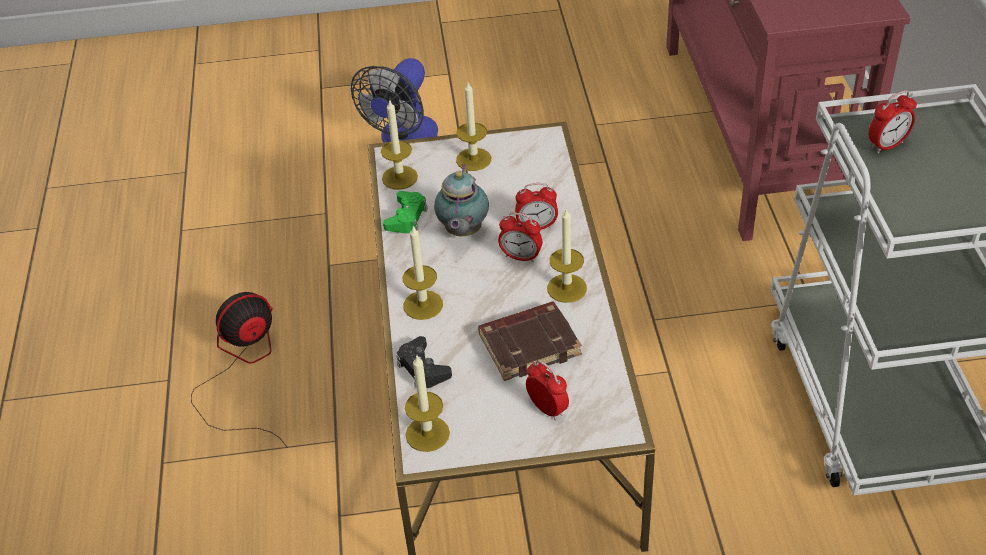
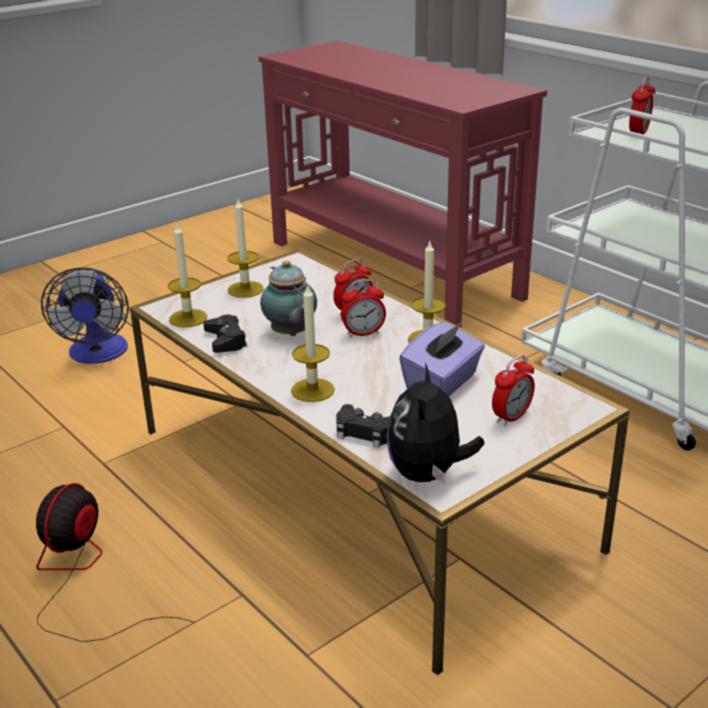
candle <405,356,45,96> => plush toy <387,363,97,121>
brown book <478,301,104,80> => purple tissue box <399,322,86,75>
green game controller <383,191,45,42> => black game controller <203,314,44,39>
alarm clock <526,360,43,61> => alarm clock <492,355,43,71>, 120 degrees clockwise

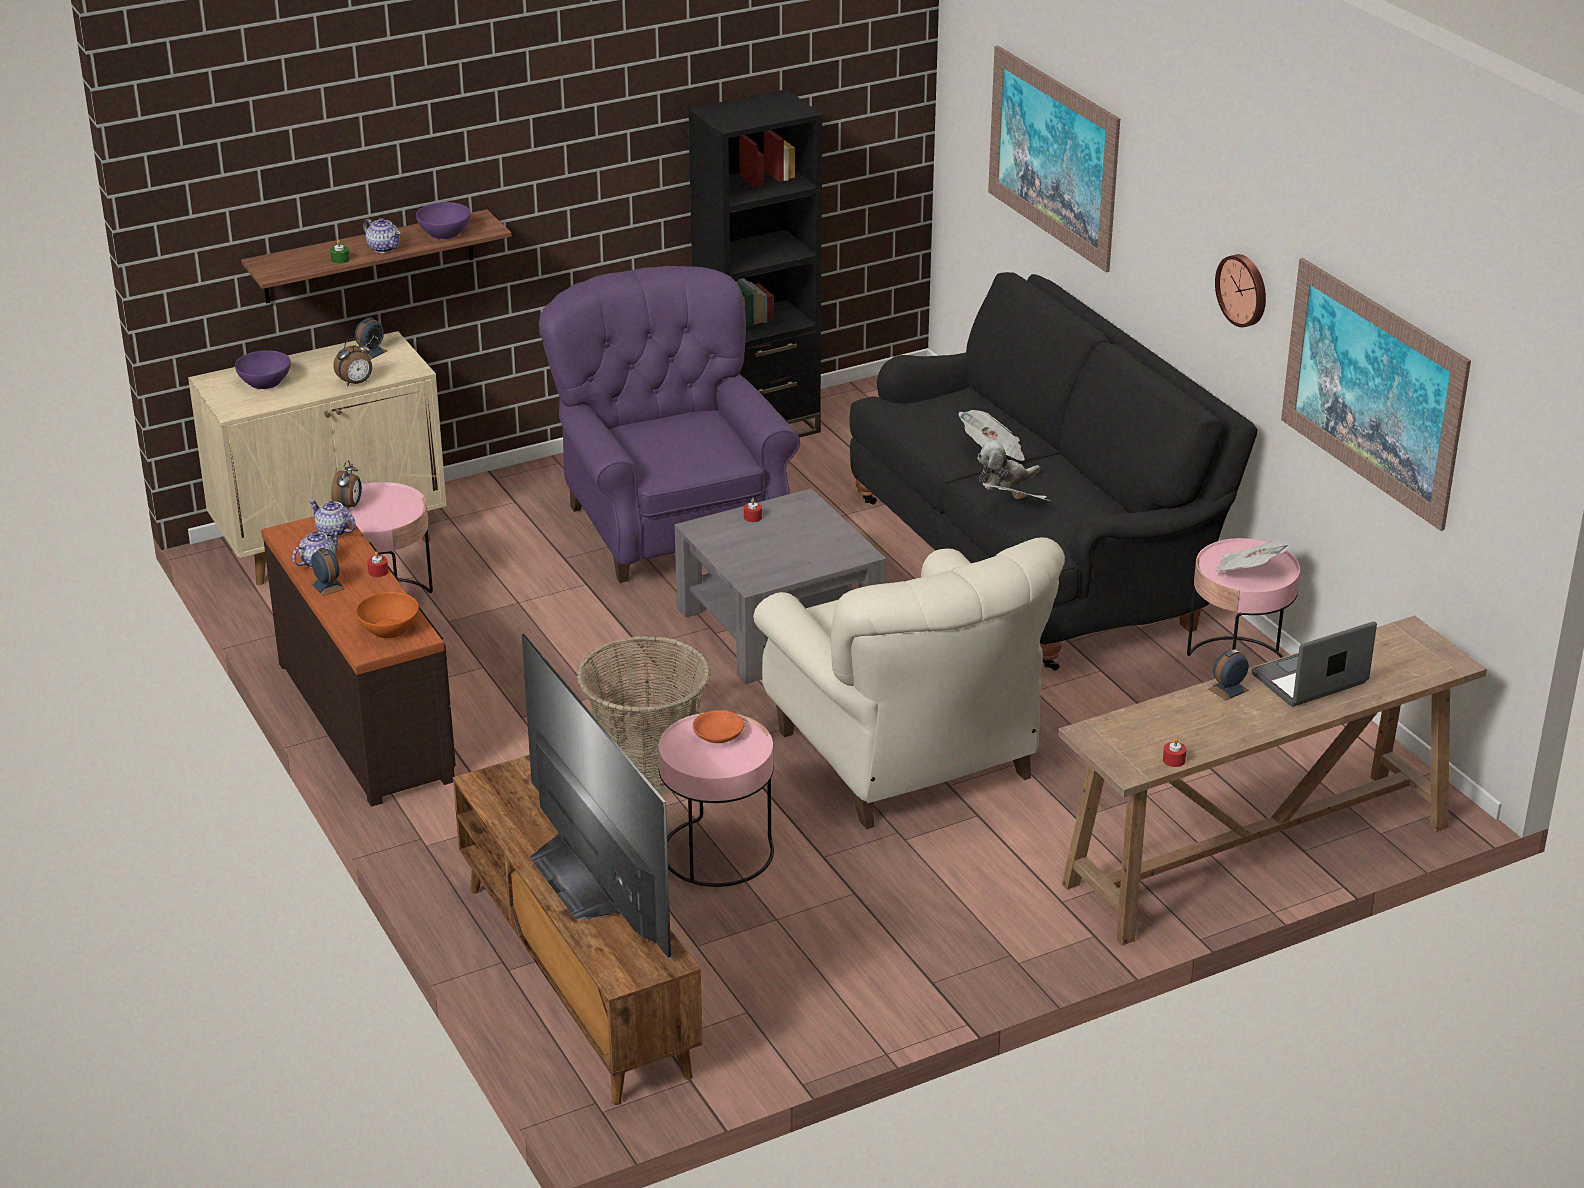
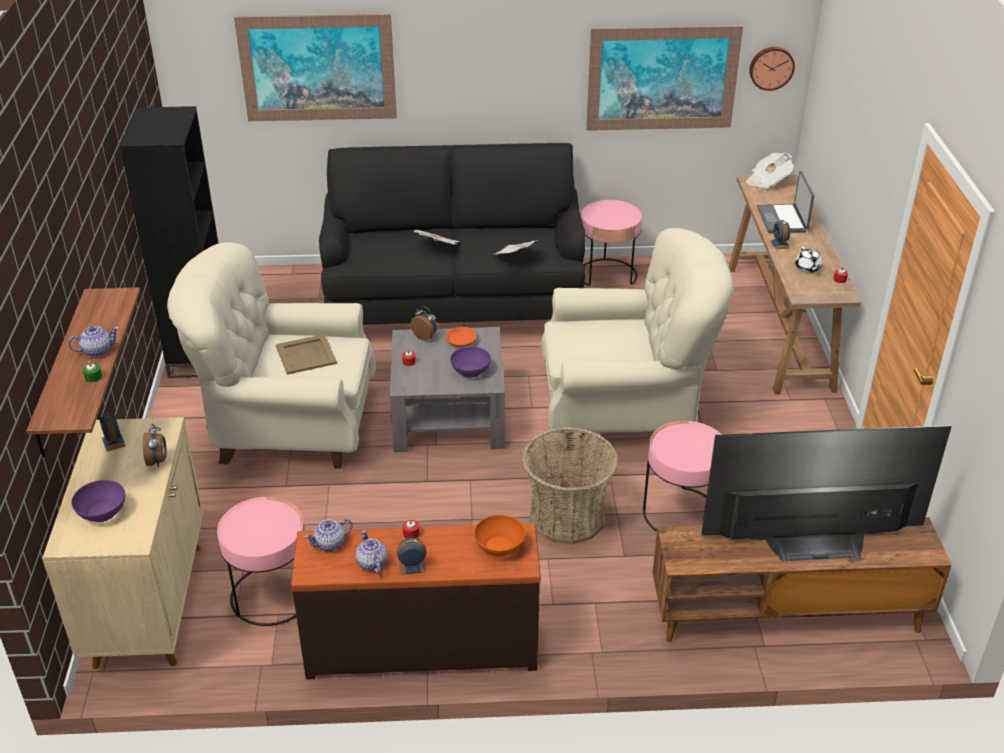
plush toy <977,441,63,49> => nothing
nothing => beige tray <276,334,61,41>
nothing => white teapot <795,246,28,27>
alarm clock <331,460,31,49> => alarm clock <410,306,27,35>, moved
purple bowl <416,202,54,37> => purple bowl <450,346,41,32>, moved
orange bowl <693,710,52,33> => orange bowl <446,327,31,20>, moved
wall clock <1215,254,51,73> => wall clock <749,47,46,44>, moved
newspaper <1215,539,74,33> => newspaper <746,153,48,36>, moved
purple armchair <539,266,261,317> => beige armchair <167,242,209,227>

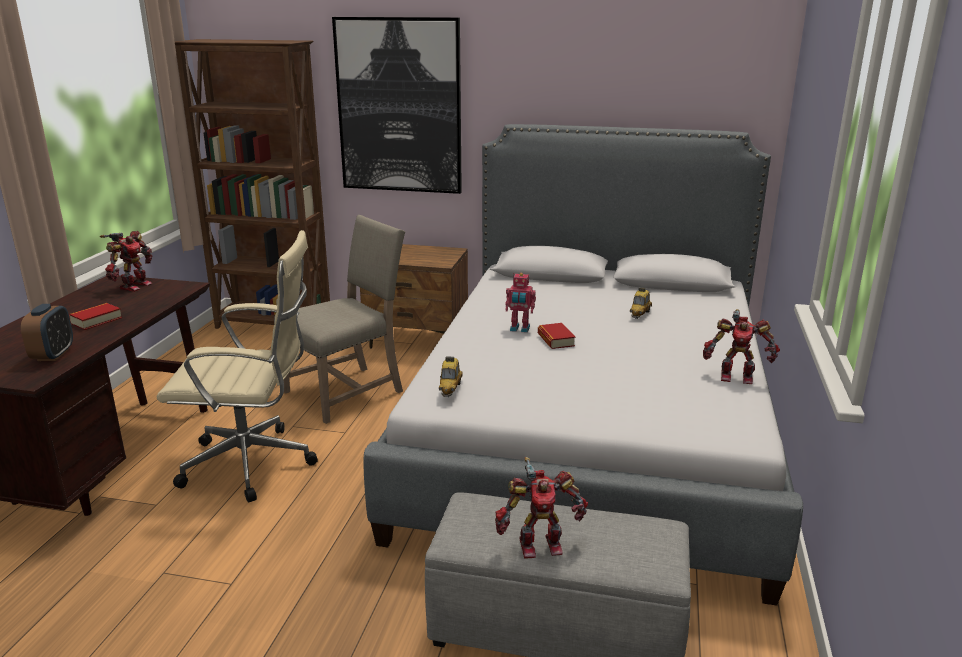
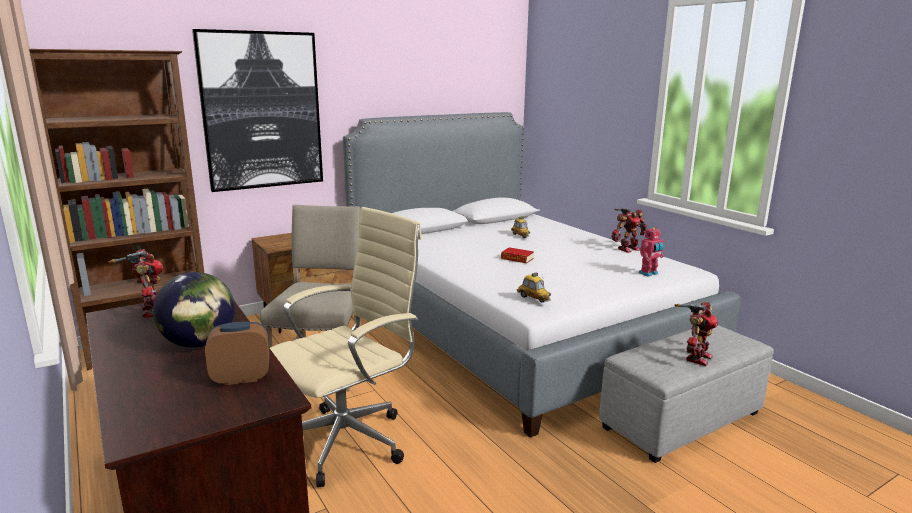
toy robot <505,273,31,60> => toy robot <639,227,25,50>, moved
book <69,303,53,27> => globe <153,272,82,76>
alarm clock <21,304,52,57> => alarm clock <205,322,64,63>, 60 degrees counterclockwise

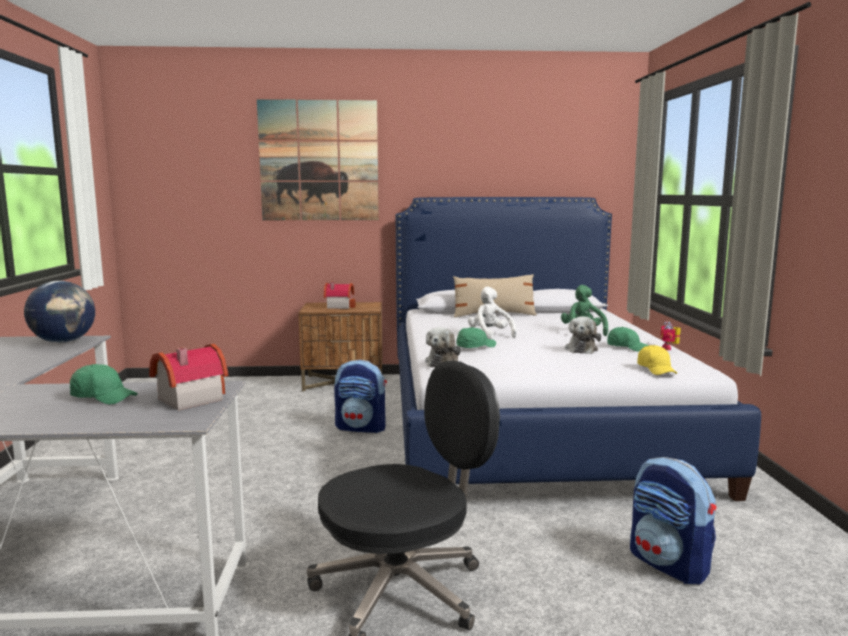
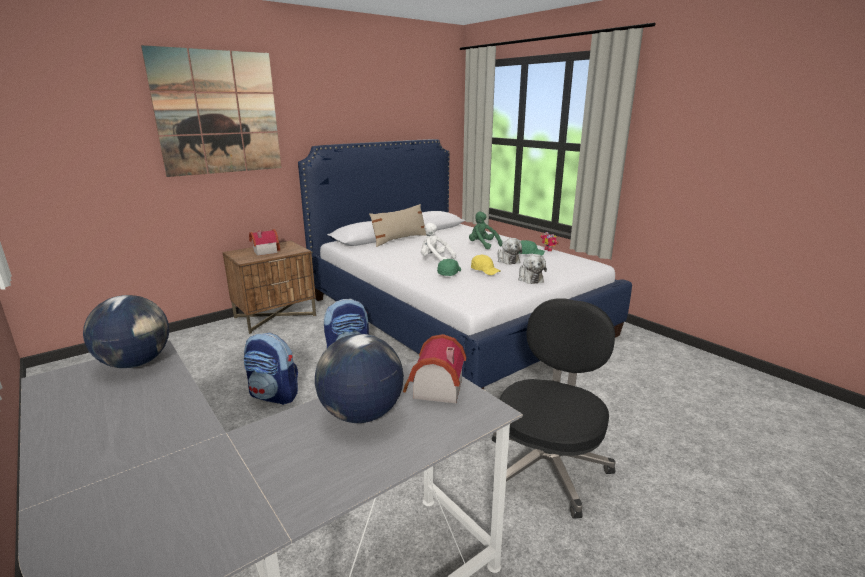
plush toy <425,327,36,40> => plush toy <518,254,29,30>, moved
backpack <630,457,86,127> => backpack <244,333,54,72>, moved
yellow cap <637,345,40,30> => yellow cap <471,255,29,20>, moved
green cap <70,364,68,40> => globe <315,334,89,89>

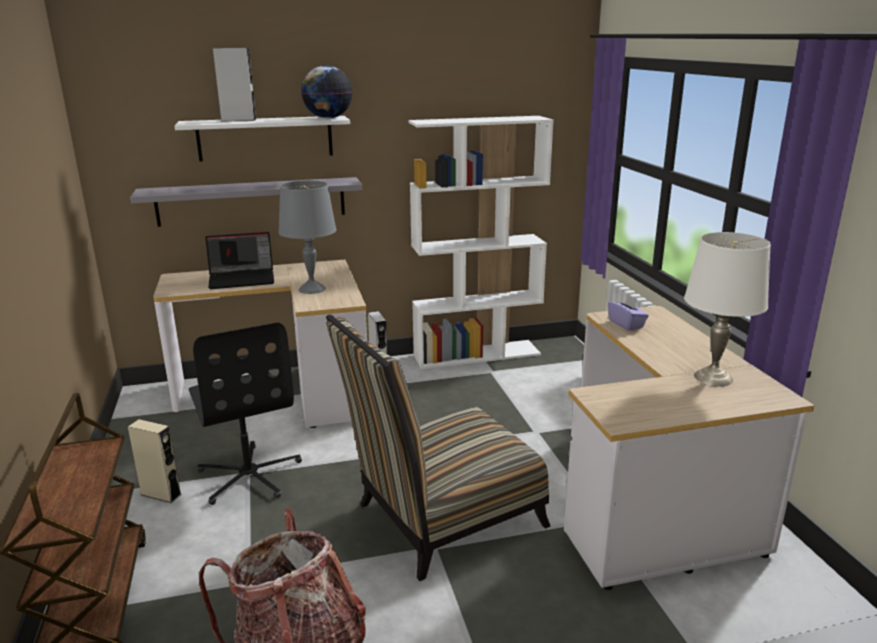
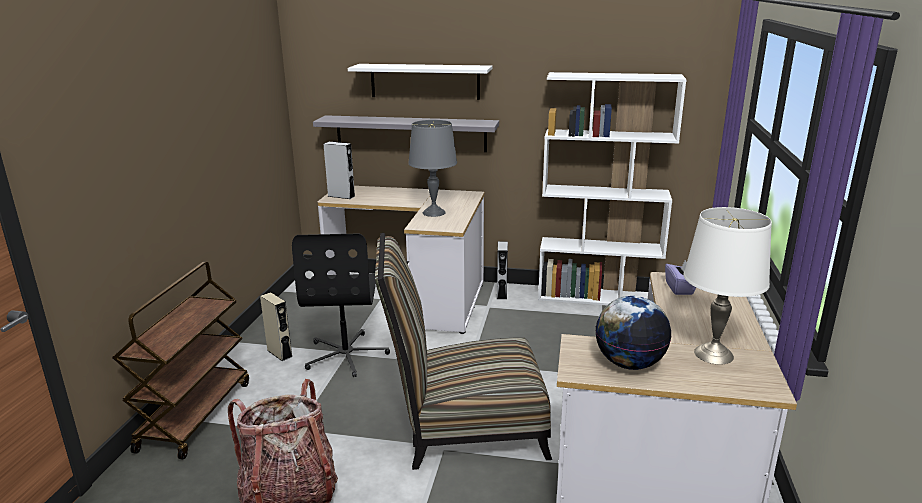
laptop <205,232,69,57> => nothing
grey speaker <213,48,43,73> => grey speaker <324,142,31,57>, moved
globe <301,65,52,53> => globe <595,296,77,74>, moved

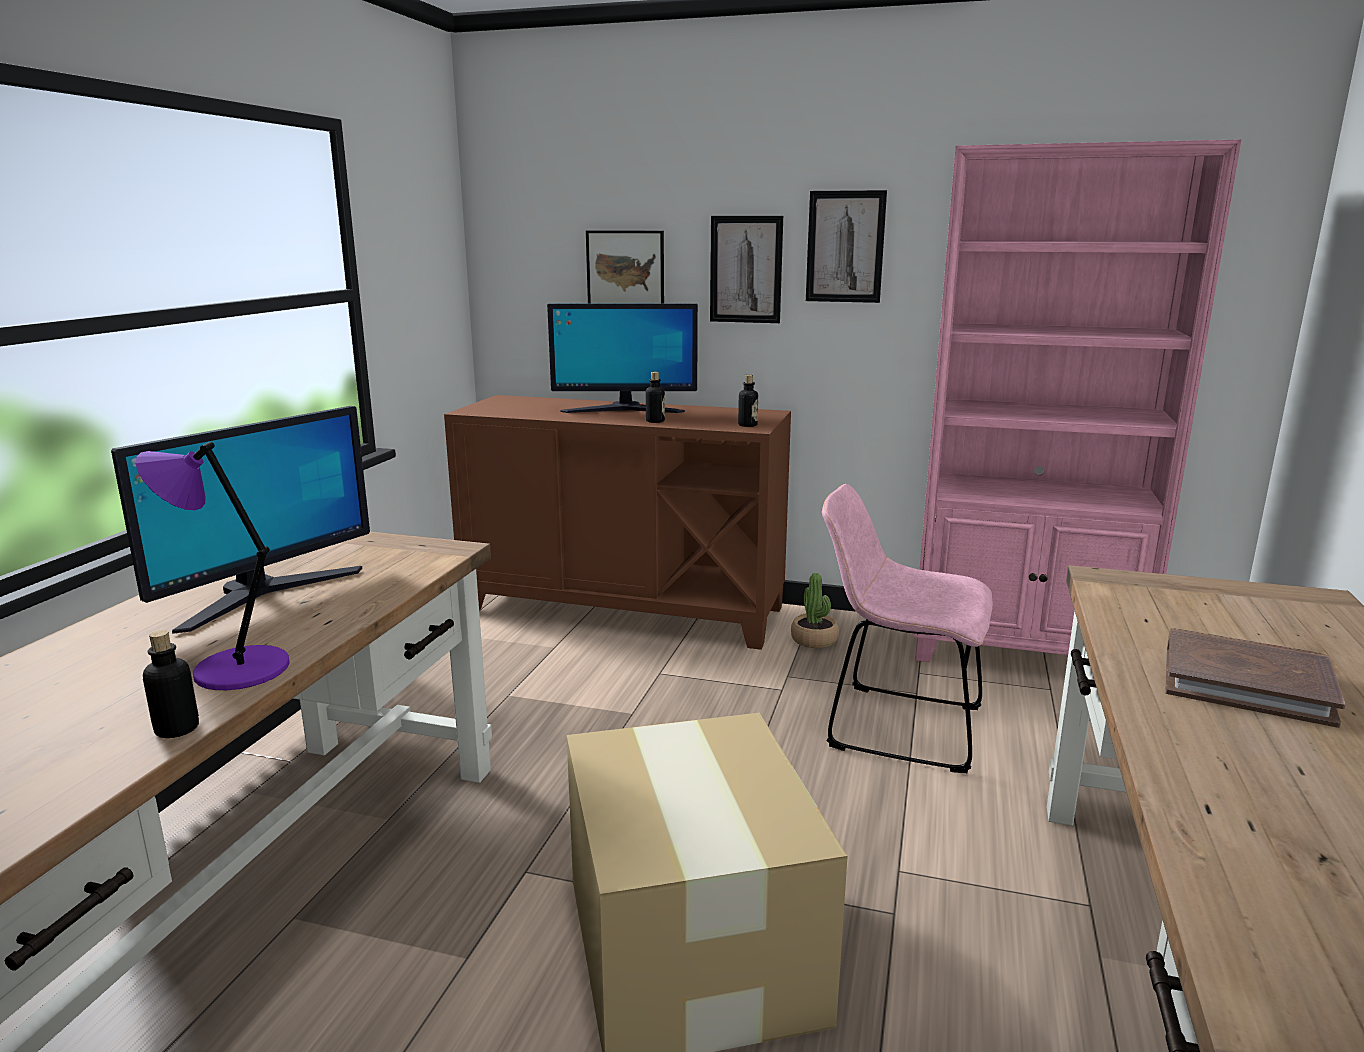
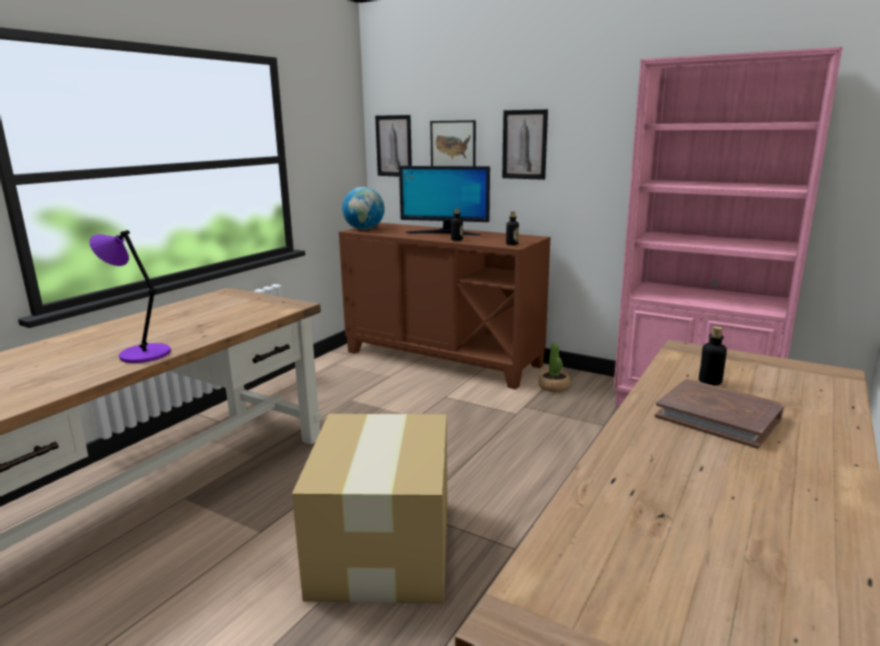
monitor <111,406,259,228> => nothing
pink chair <822,484,171,289> => nothing
nothing => globe <342,187,43,43>
bottle <143,630,56,108> => bottle <699,326,28,59>, moved
picture <806,190,81,113> => picture <375,115,37,62>, moved

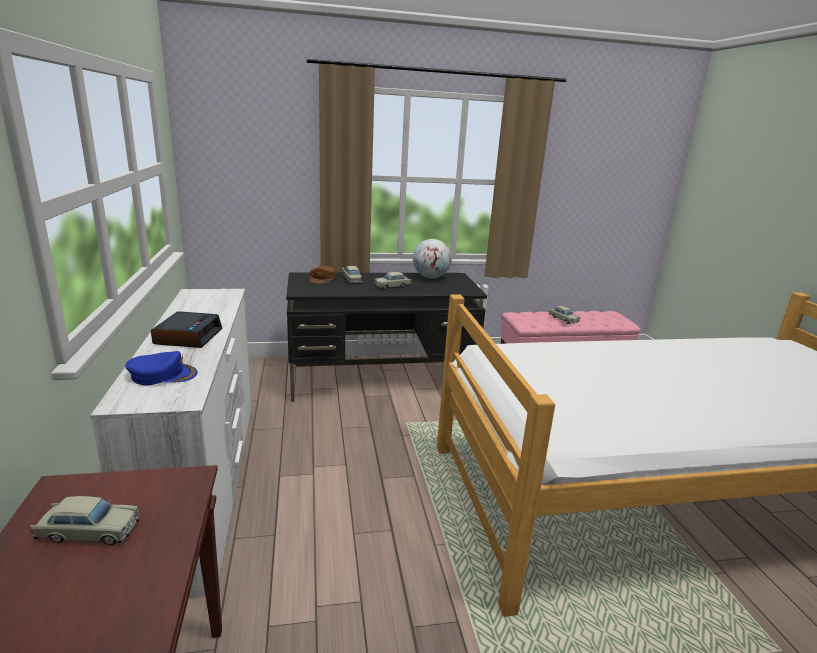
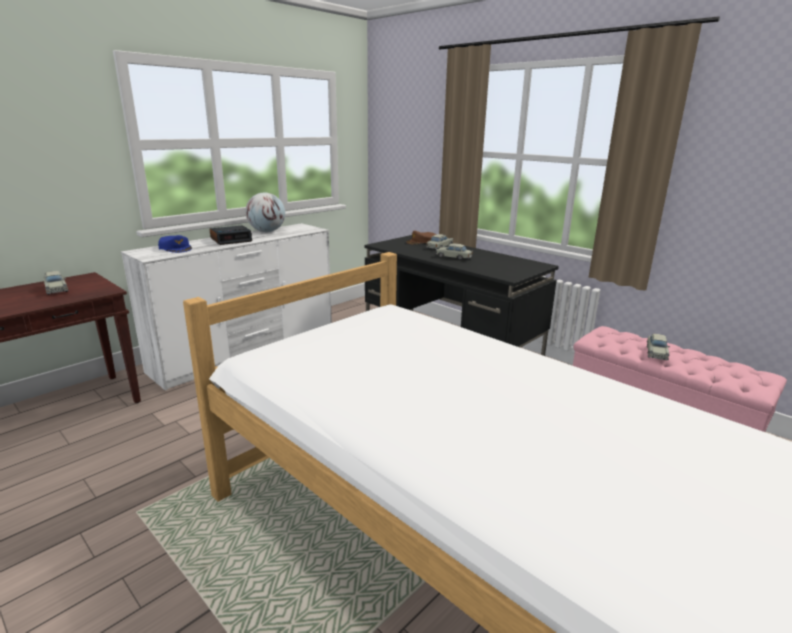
globe <413,239,39,39> => globe <245,192,40,40>, moved

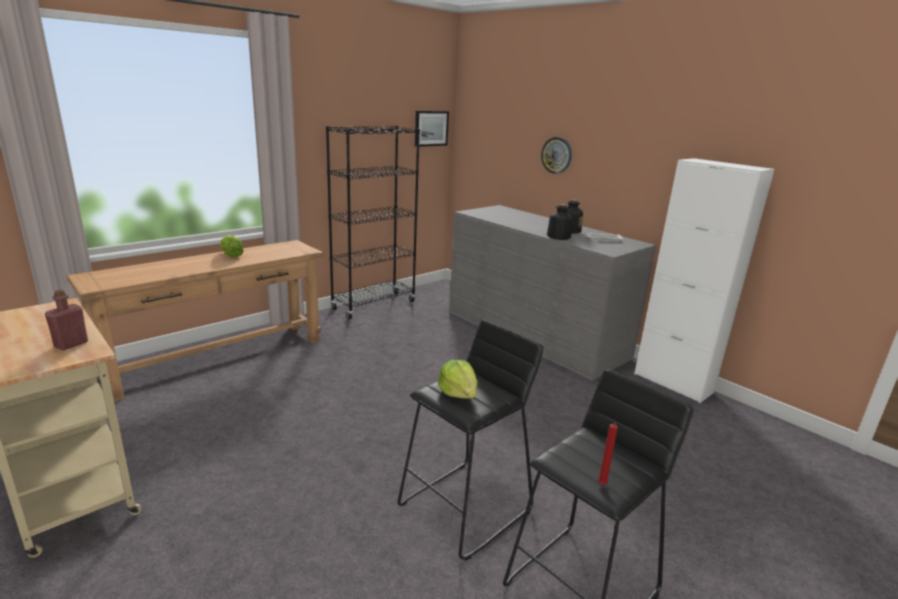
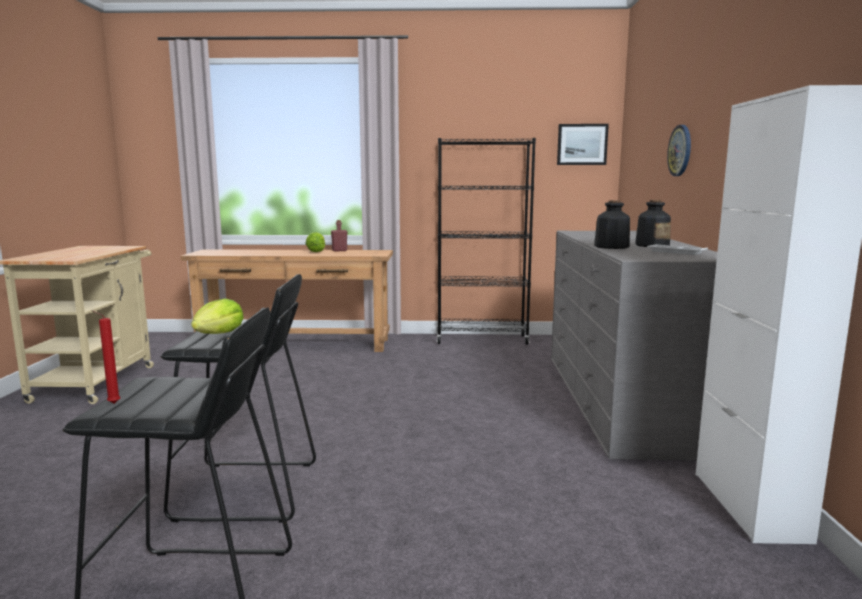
red bottle <45,290,43,60> => red bottle <331,220,16,32>, moved

